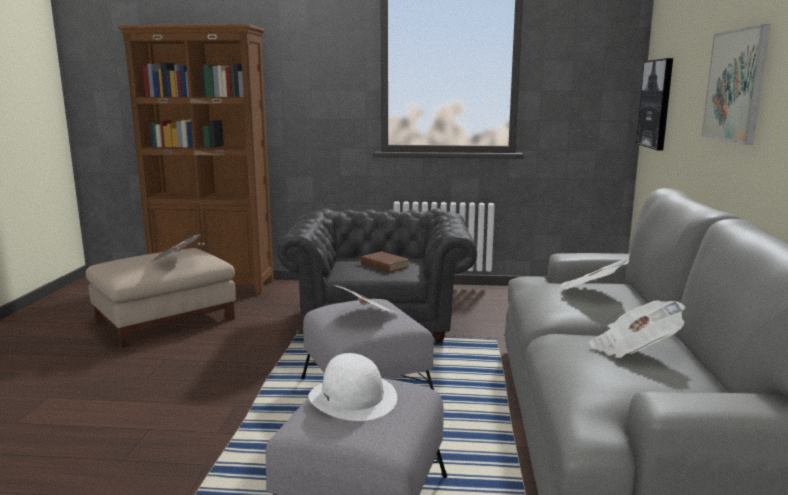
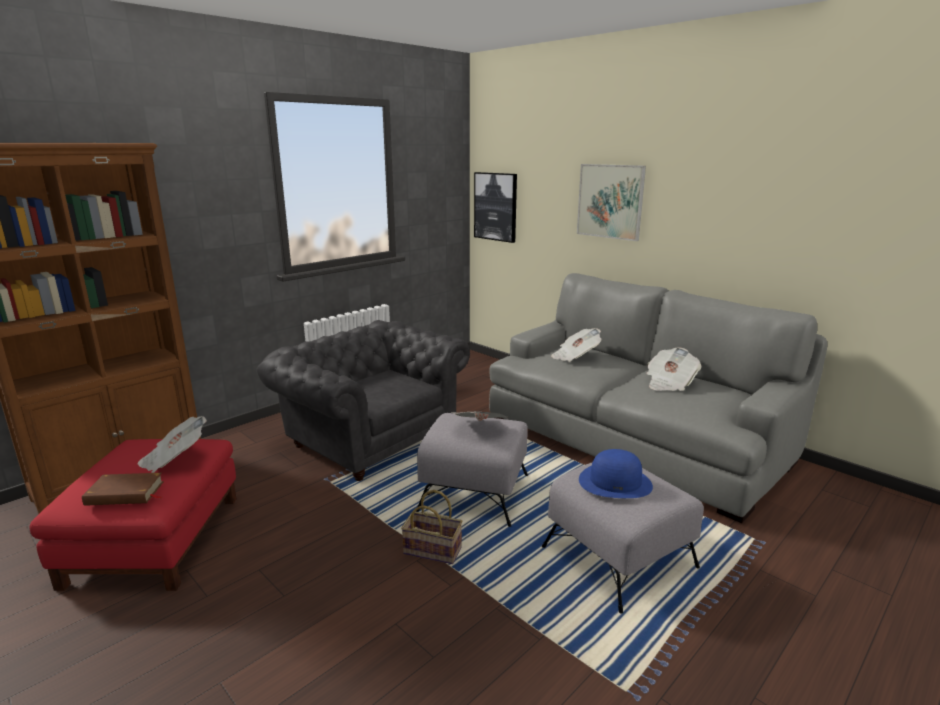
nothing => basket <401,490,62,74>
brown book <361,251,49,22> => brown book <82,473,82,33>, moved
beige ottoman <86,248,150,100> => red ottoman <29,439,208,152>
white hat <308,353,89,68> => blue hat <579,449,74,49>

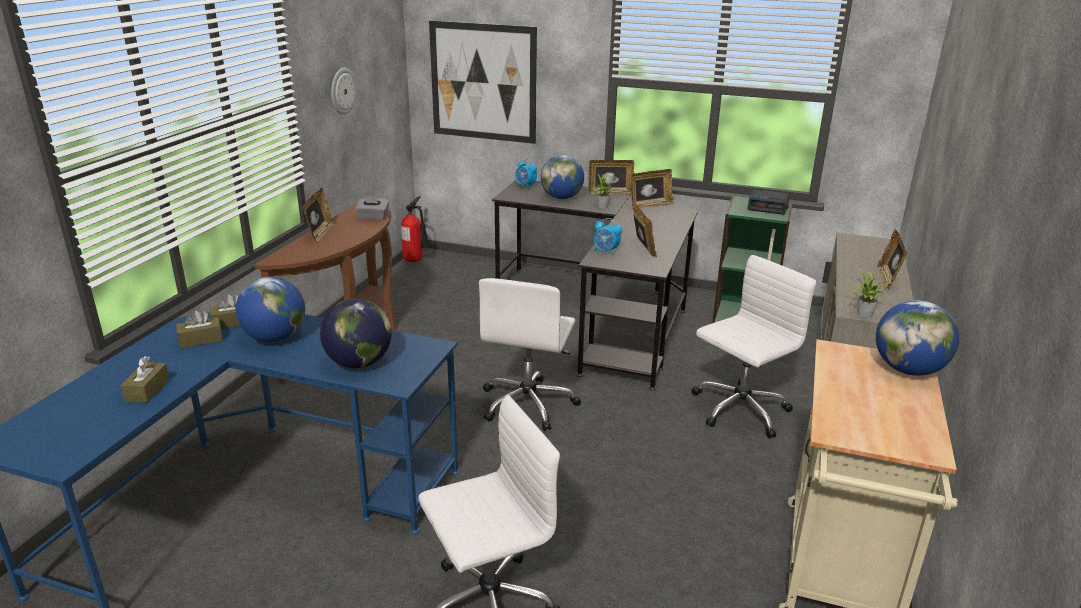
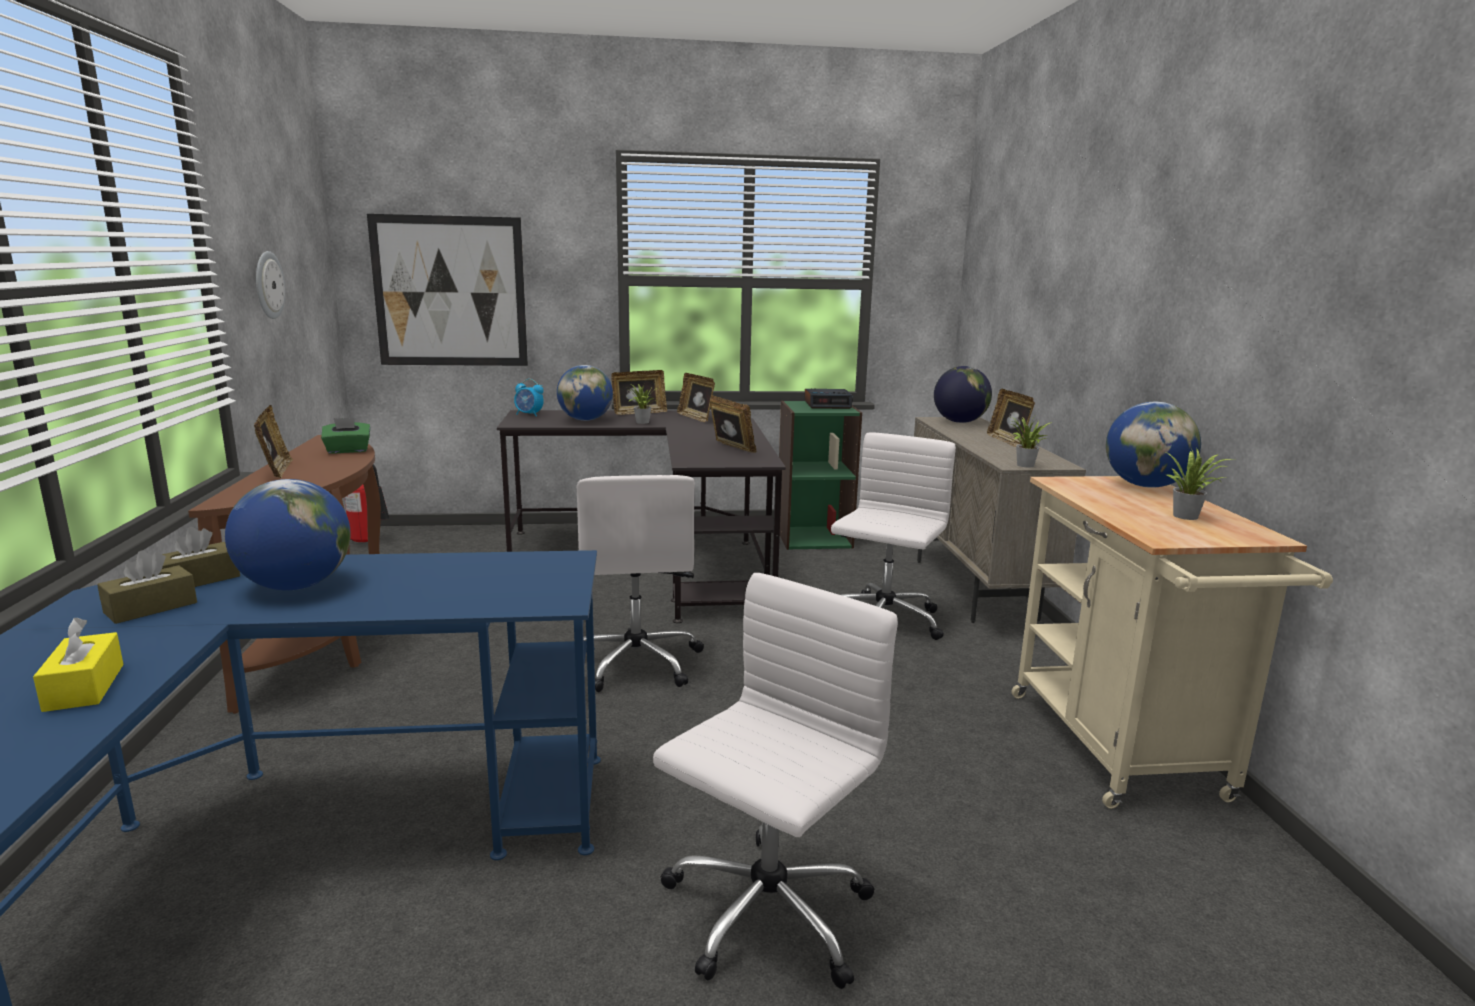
alarm clock <594,218,28,37> => nothing
nothing => potted plant <1166,448,69,72>
globe <320,298,72,70> => globe <934,366,58,57>, moved
brown tissue box <120,356,49,47> => yellow tissue box <33,618,91,94>
grey tissue box <355,196,34,24> => green tissue box <321,418,50,36>
picture frame <631,169,42,40> => picture frame <677,373,38,50>, 105 degrees clockwise

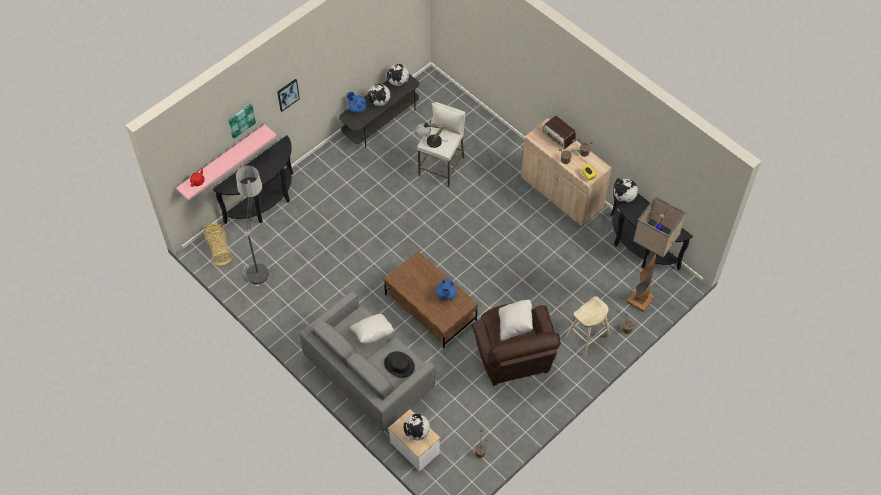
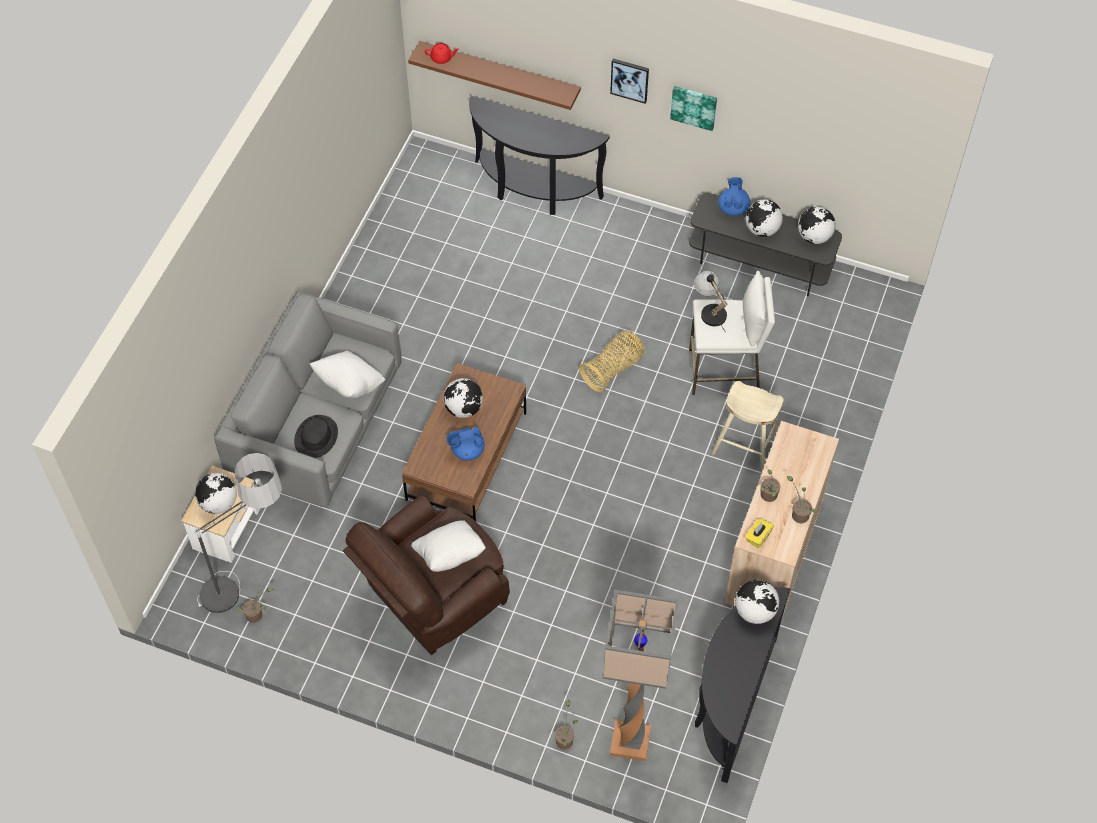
radio <543,116,33,33> => nothing
nothing => globe <443,378,40,40>
basket <204,223,29,42> => basket <579,330,66,62>, moved
picture <228,104,28,35> => picture <670,86,47,45>, moved
floor lamp <236,165,33,121> => floor lamp <194,453,88,160>, moved
beige stool <565,296,45,61> => beige stool <712,381,72,91>, moved
pink shelf <176,125,101,76> => brown shelf <408,41,173,69>

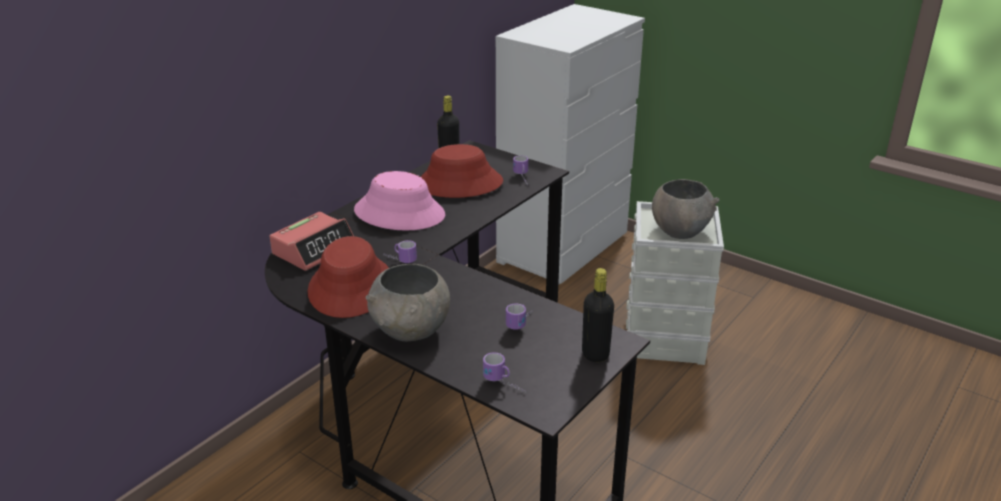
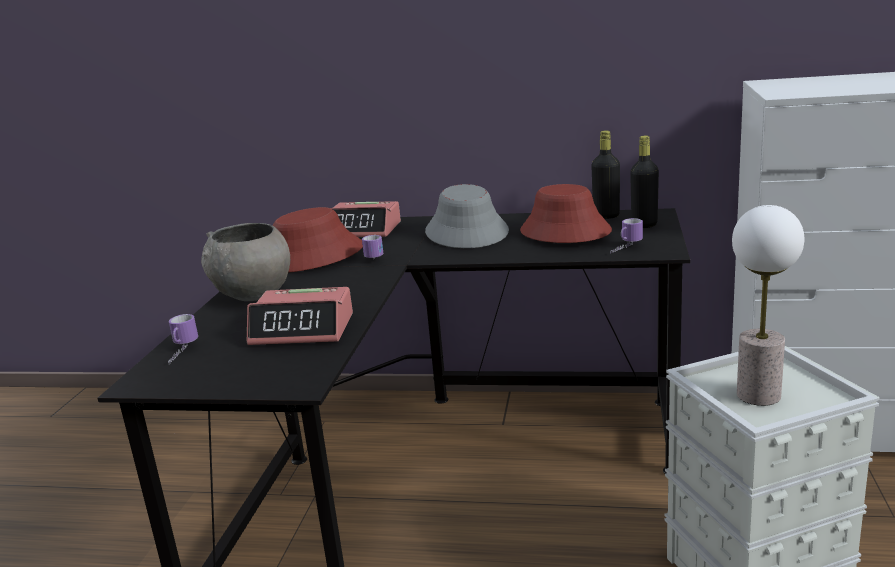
black bottle <582,268,32,94> => black bottle <630,135,29,93>, moved
mug <506,303,26,27> => alarm clock <247,287,106,58>
grey bowl <652,179,68,60> => table lamp <732,205,72,201>
pink hat <354,171,91,60> => grey hat <425,184,84,64>

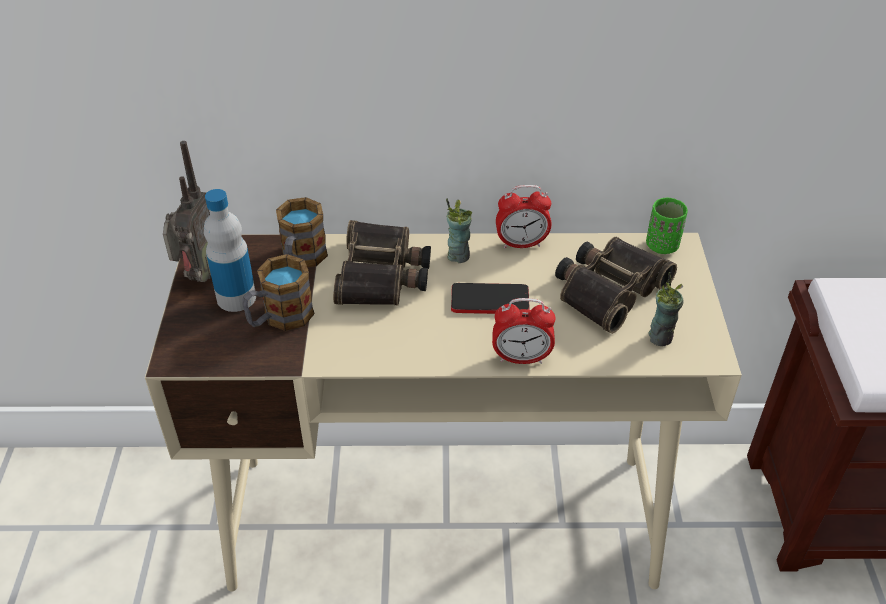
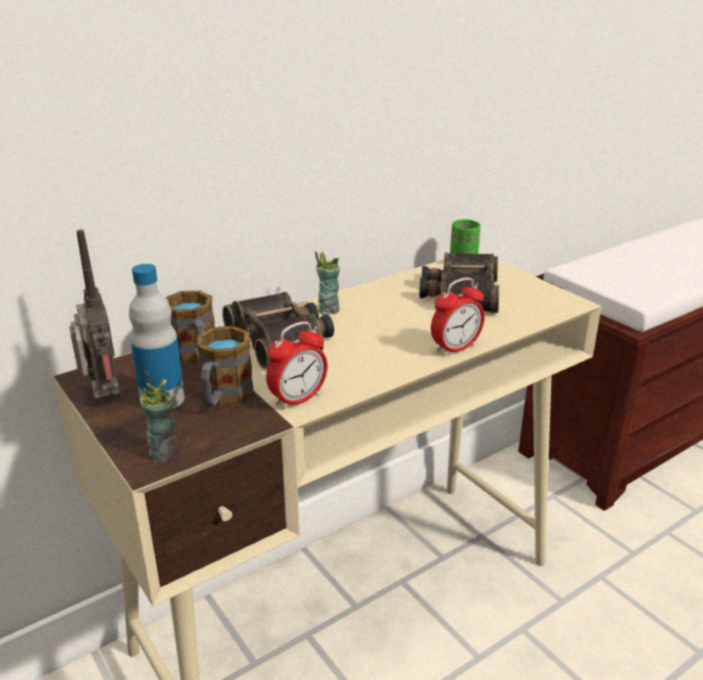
phone <451,283,79,31> => nothing
alarm clock <496,185,56,63> => alarm clock <266,322,62,88>, moved
cup <648,272,36,74> => cup <140,370,38,92>, moved

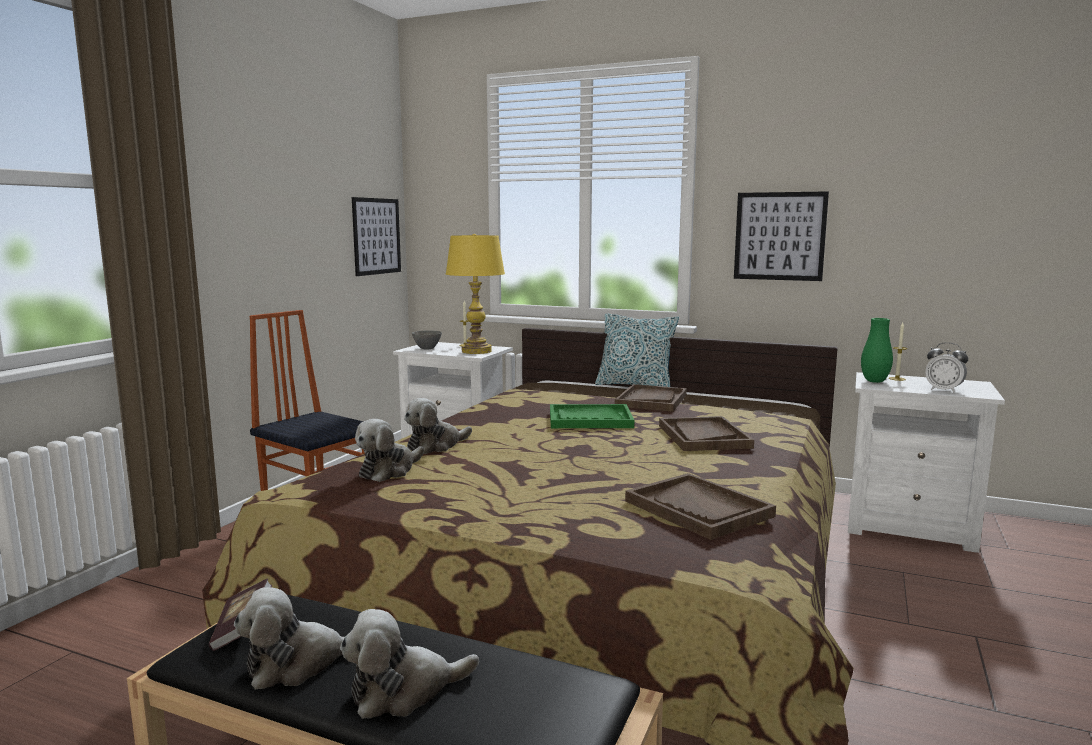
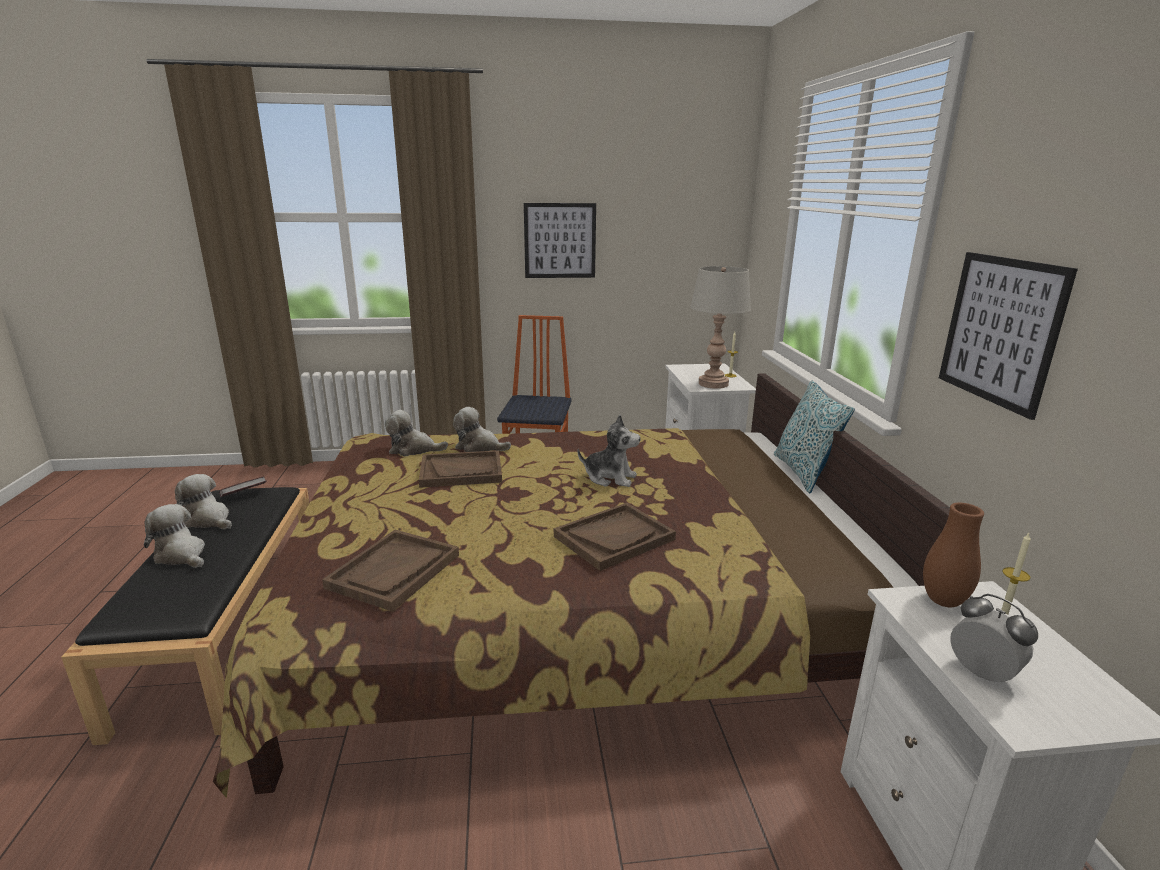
grey bowl <412,331,30,18> => nothing
picture <352,197,49,79> => picture <524,203,72,75>, moved
brown tray <615,384,72,28> => brown tray <419,450,83,38>, moved
green tray <550,404,84,24> => plush toy <577,415,64,72>
yellow table lamp <446,234,59,120> => grey table lamp <690,266,61,123>
green vase <861,318,32,65> => brown vase <923,502,61,105>
alarm clock <925,342,43,51> => alarm clock <950,594,88,88>, 135 degrees clockwise

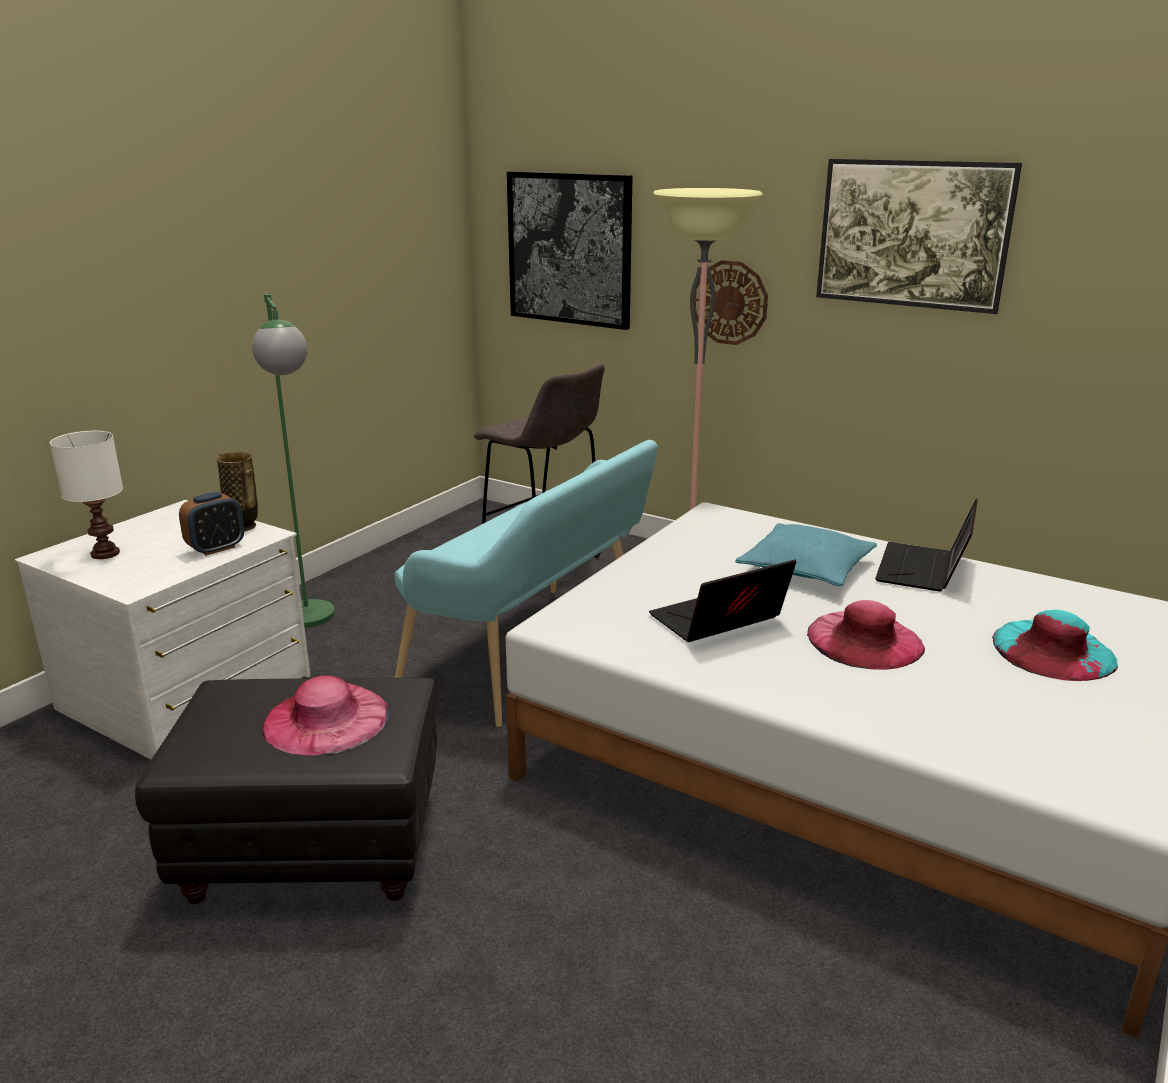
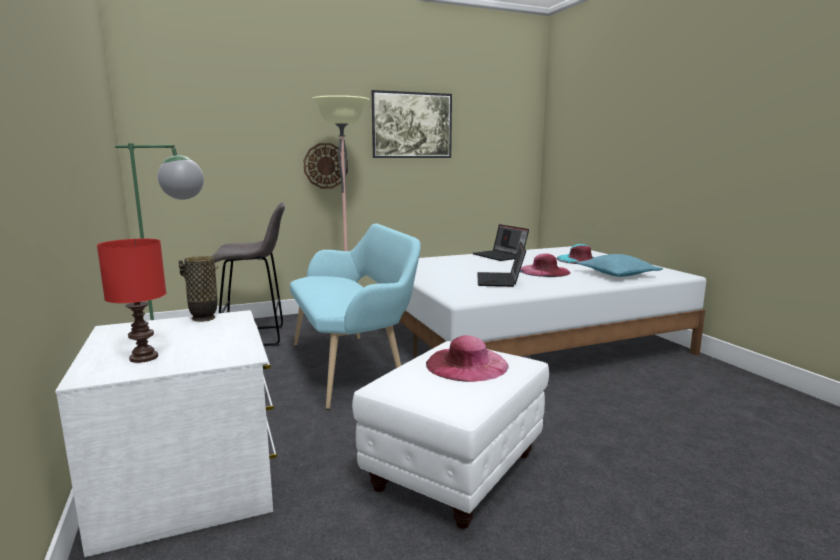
alarm clock <179,492,65,64> => nothing
picture <507,171,125,159> => nothing
turquoise pillow <735,523,142,63> => turquoise pillow <577,254,86,23>, moved
white table lamp <50,431,73,128> => red table lamp <97,239,69,124>
black ottoman <135,678,304,226> => white ottoman <352,341,197,188>

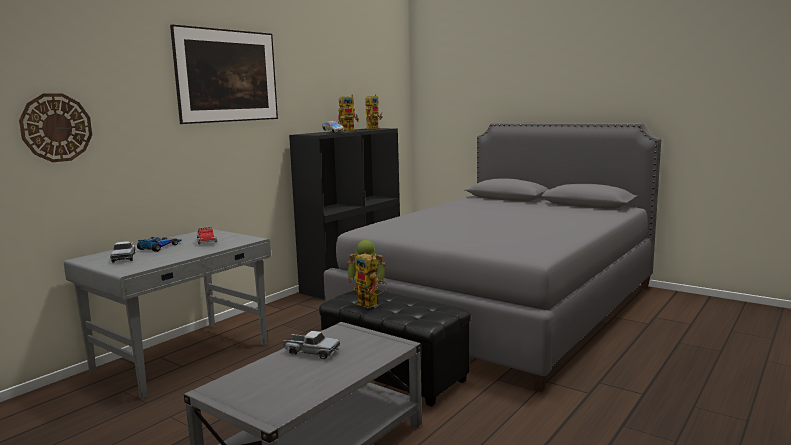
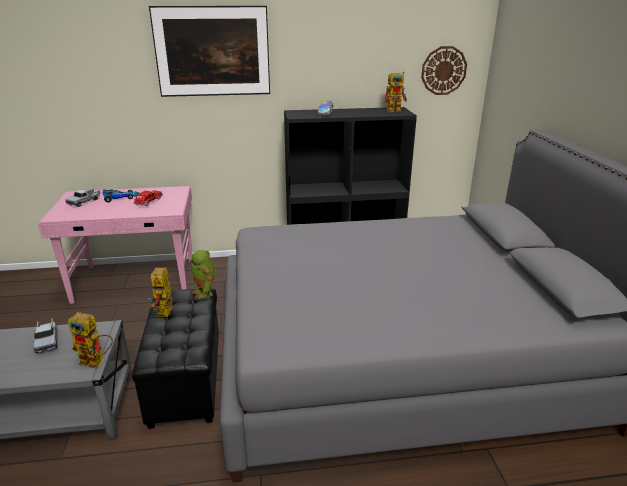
wall clock <19,93,73,69> => wall clock <421,46,46,49>, moved
toy robot <338,94,21,38> => toy robot <68,312,45,56>, moved
grey desk <64,229,207,170> => pink desk <38,186,154,118>

